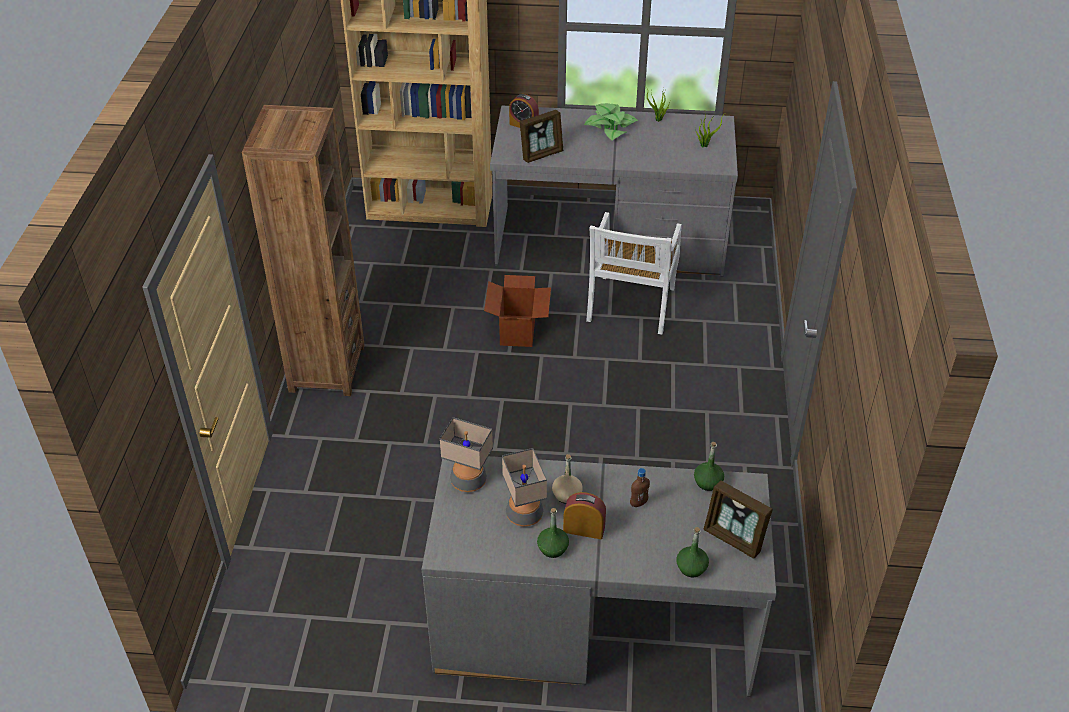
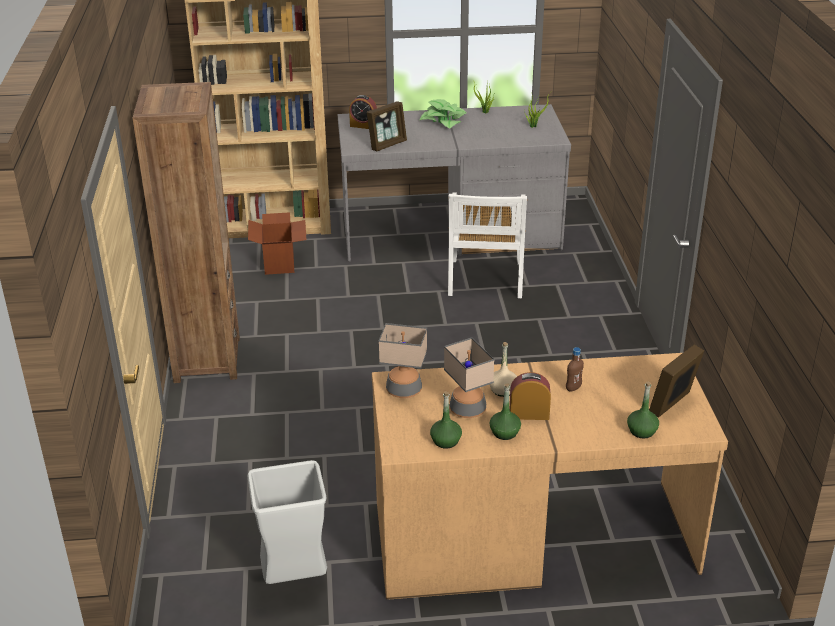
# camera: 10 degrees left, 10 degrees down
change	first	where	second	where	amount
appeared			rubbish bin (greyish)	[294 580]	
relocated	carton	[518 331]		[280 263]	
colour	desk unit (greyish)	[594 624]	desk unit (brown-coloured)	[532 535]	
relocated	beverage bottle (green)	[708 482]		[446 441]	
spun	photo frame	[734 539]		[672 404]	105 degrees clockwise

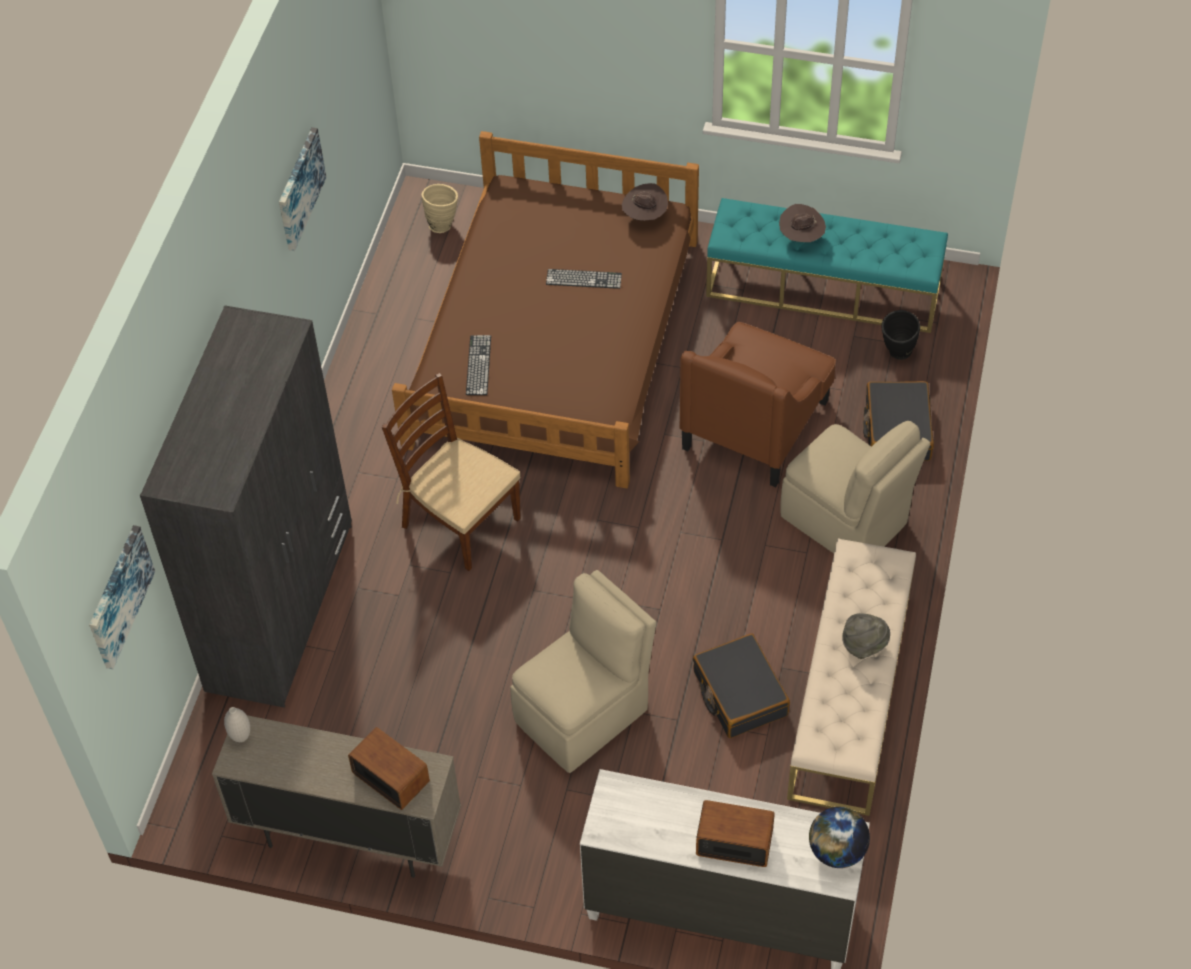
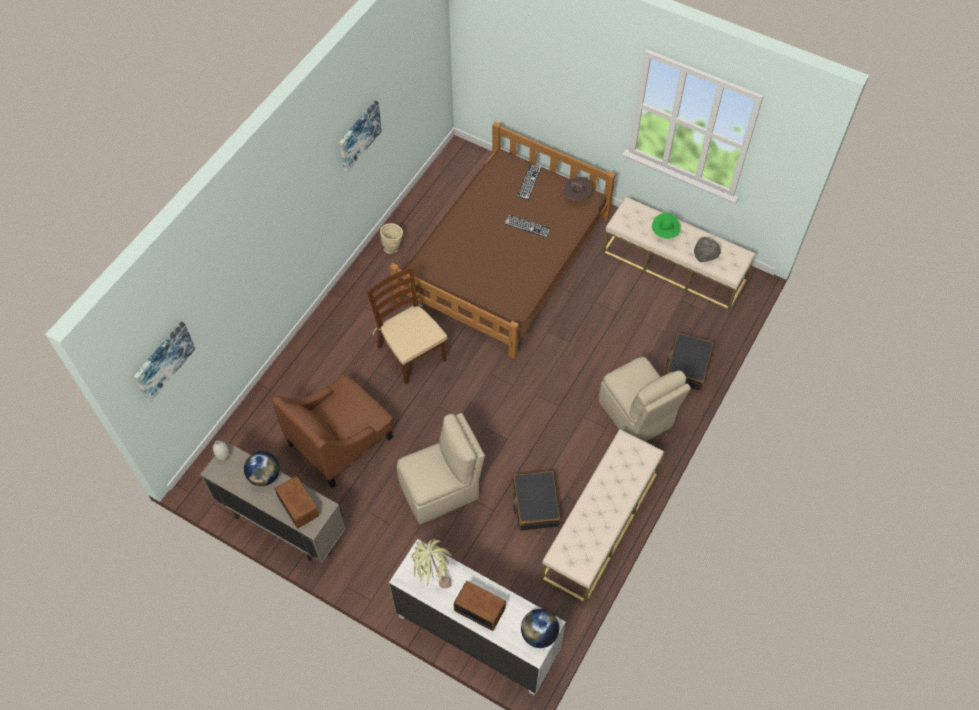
# camera: 15 degrees right, 5 degrees up
change	first	where	second	where	amount
appeared			desk globe	[264 476]	
relocated	armchair (brown-coloured)	[755 424]		[341 440]	
relocated	vase (beige)	[442 223]		[393 247]	
appeared			potted plant	[432 576]	
relocated	computer keyboard	[478 365]		[529 182]	
colour	long seat (blue-green)	[824 288]	long seat (beige)	[674 266]	
colour	clothing hat (brown-coloured)	[801 238]	clothing hat (green)	[664 234]	
relocated	clothing hat (greyish)	[864 645]		[705 256]	
missing	wardrobe (greyish)	[281 606]			
missing	vase (blackish)	[897 354]			

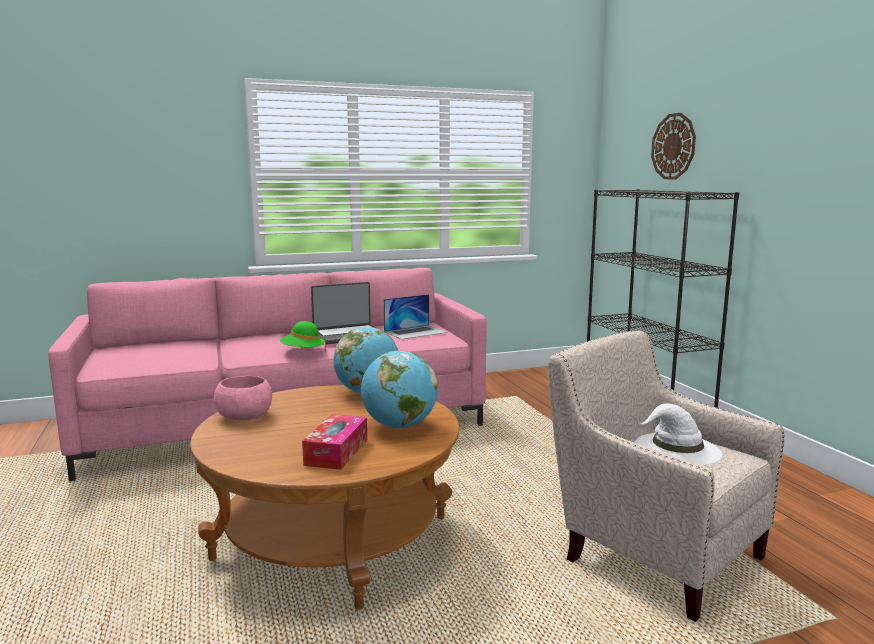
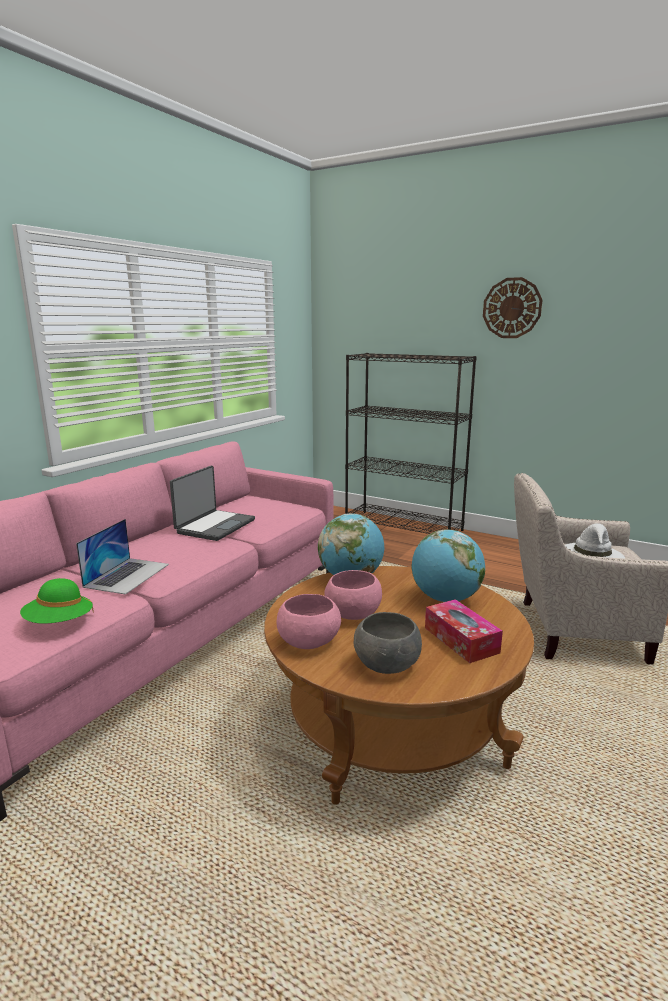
# camera: 40 degrees left, 5 degrees up
change	first	where	second	where	amount
relocated	clothing hat (green)	[303 352]		[59 623]	
relocated	laptop	[415 332]		[127 575]	
appeared			serving bowl (pinkish)	[352 612]	
appeared			serving bowl (greyish)	[387 663]	
relocated	hanging clock	[673 146]		[512 308]	

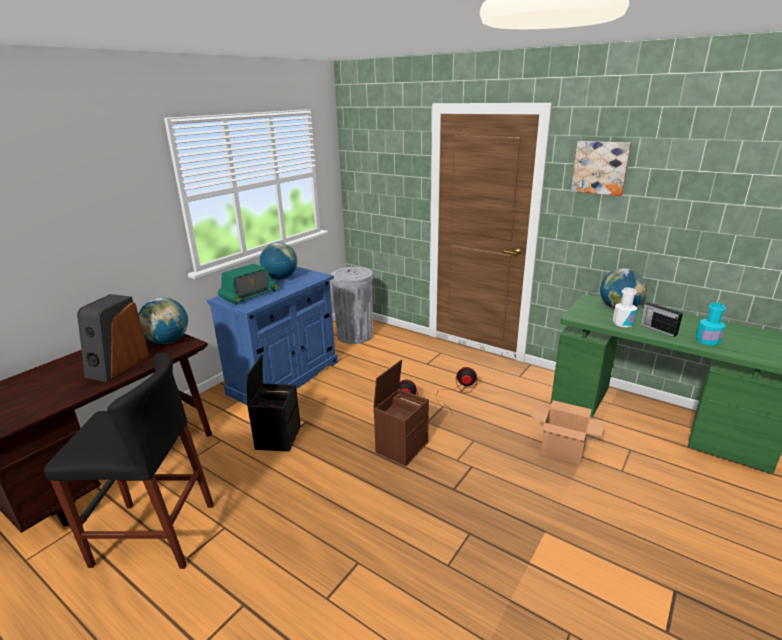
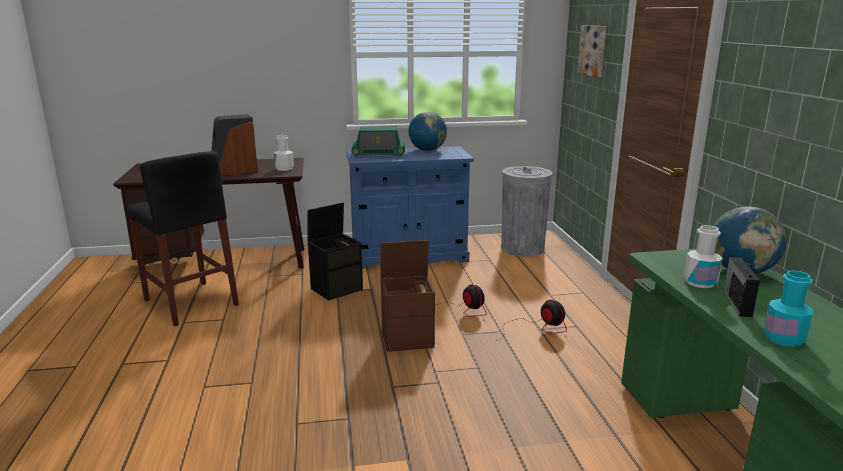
# camera: 45 degrees right, 5 degrees down
change	first	where	second	where	amount
exchanged	desk globe	[168 341]	beverage bottle (white)	[284 168]	
relocated	wall picture	[600 167]		[593 50]	
missing	carton	[563 451]			

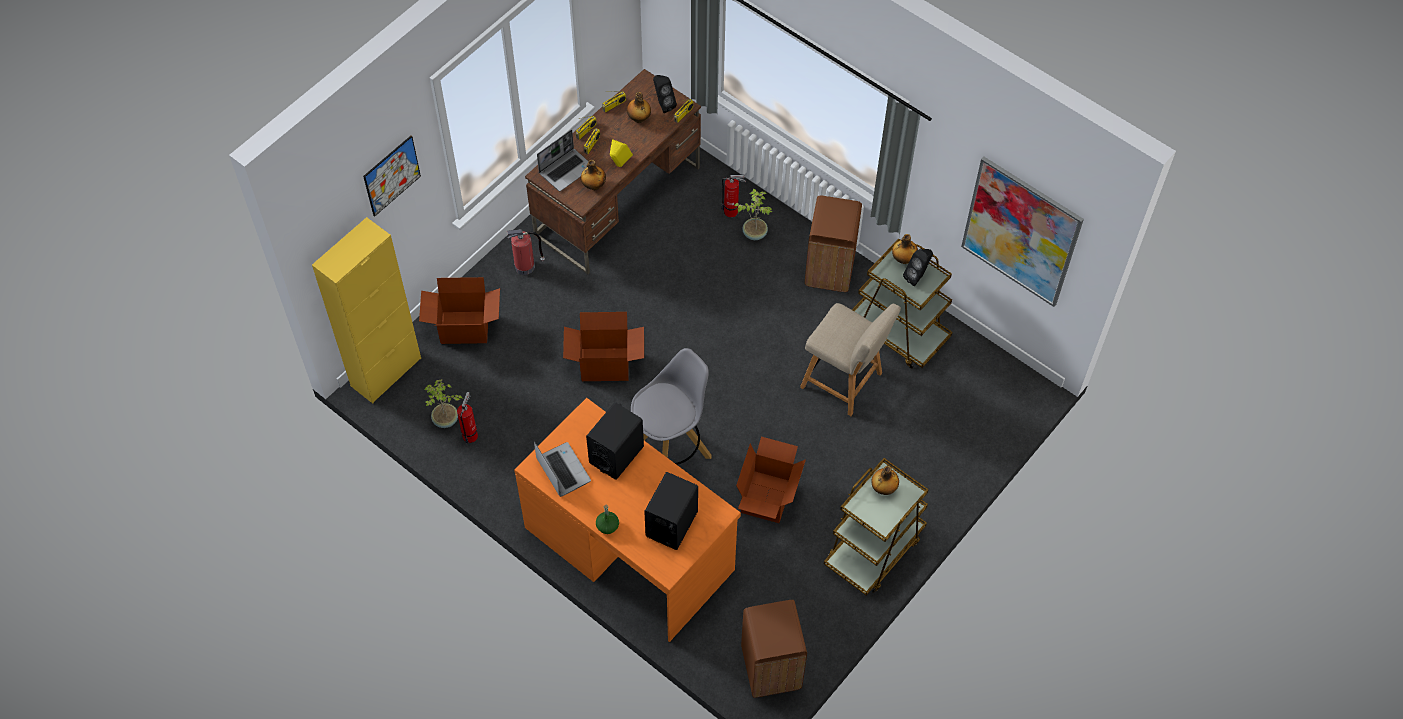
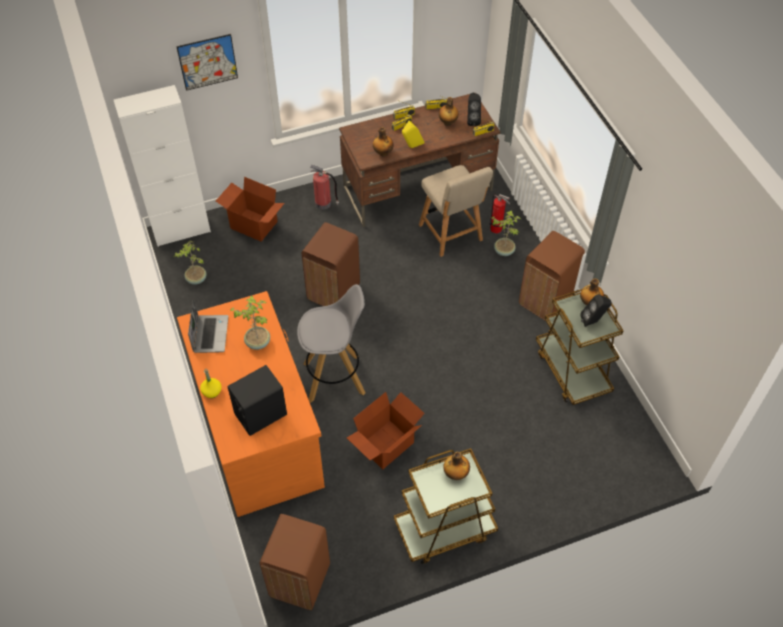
# camera: 30 degrees right, 5 degrees down
change	first	where	second	where	amount
colour	storage cabinet (yellow-coloured)	[386 372]	storage cabinet (white)	[181 230]	
colour	beverage bottle (green)	[607 526]	beverage bottle (yellow-coloured)	[212 391]	
exchanged	audio speaker (blackish)	[616 454]	potted plant	[258 342]	
exchanged	carton	[605 363]	rubbish bin (brown-coloured)	[333 292]	
relocated	upright chair (beige)	[844 382]		[452 235]	
missing	fire extinguisher	[471 434]			
missing	laptop	[566 170]			
missing	wall picture	[1020 232]			

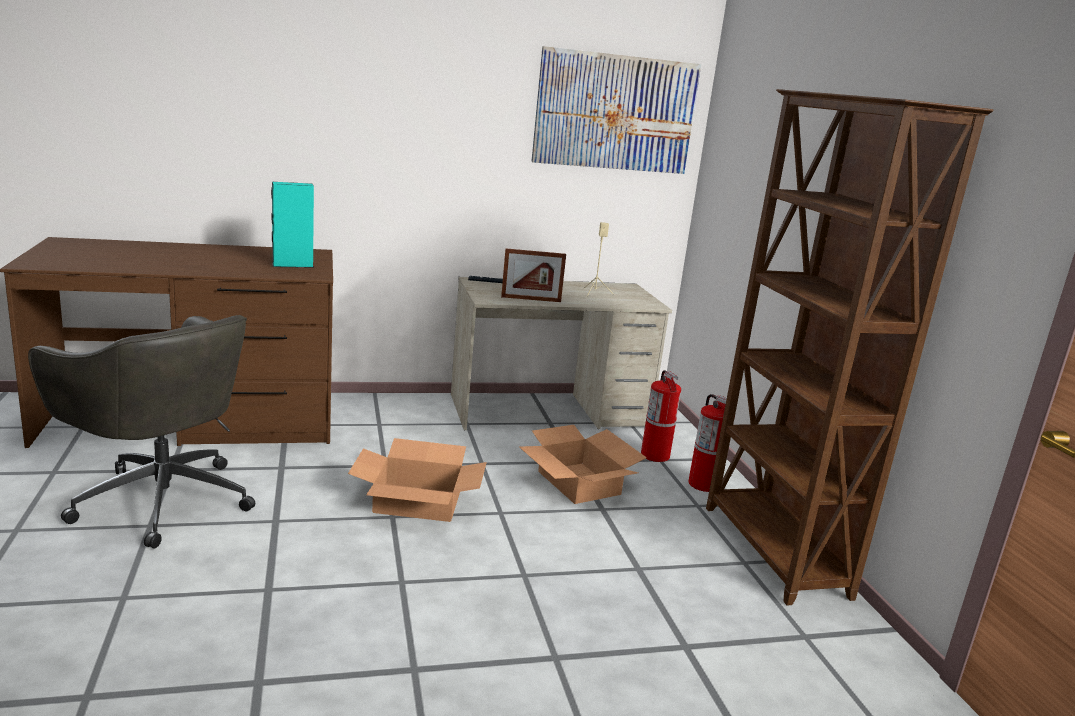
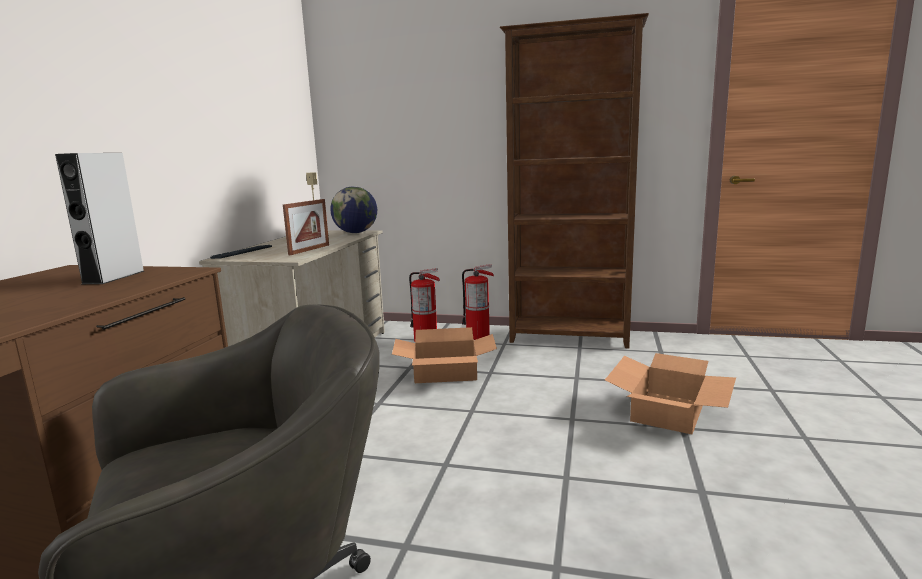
# camera: 60 degrees left, 5 degrees down
change	first	where	second	where	amount
colour	audio speaker (blue-green)	[292 265]	audio speaker (greyish)	[114 277]	
appeared			desk globe	[356 233]	
relocated	carton	[417 502]		[668 412]	
missing	wall picture	[615 112]			

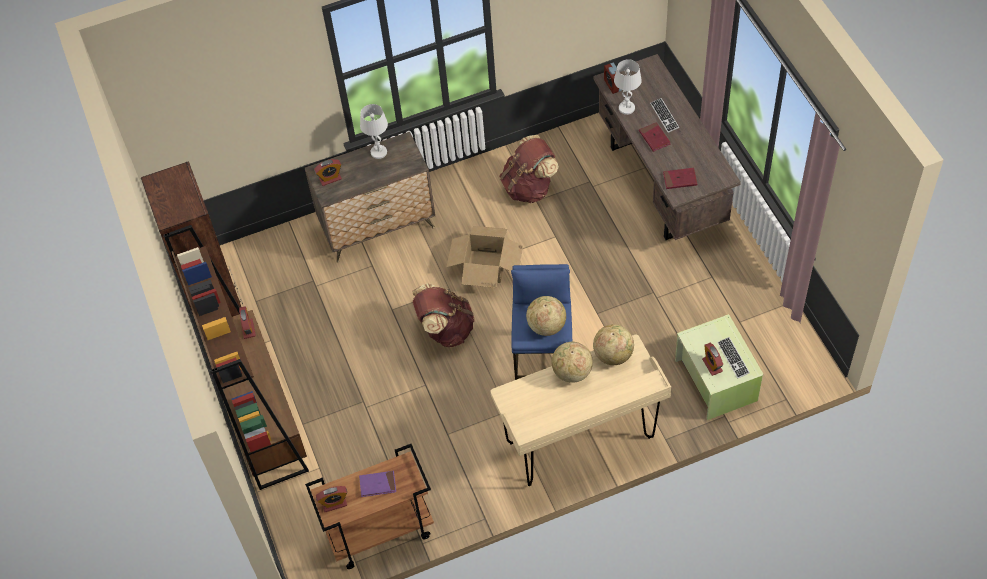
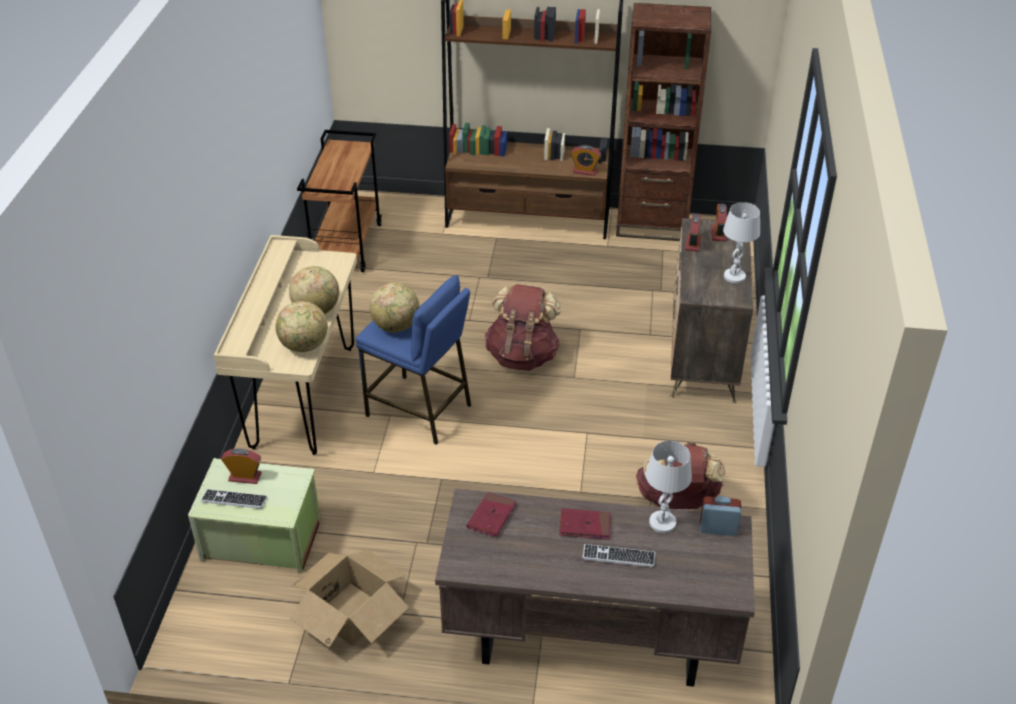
# camera: 115 degrees right, 15 degrees down
change	first	where	second	where	amount
relocated	carton	[486 266]		[351 614]	
relocated	bedside clock	[334 503]		[693 243]	
missing	bound book (purplish)	[378 484]			

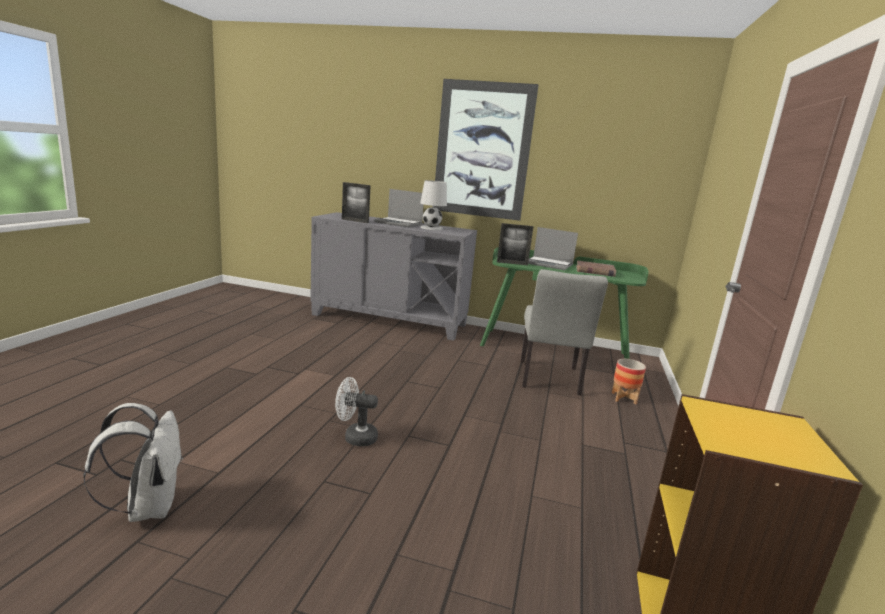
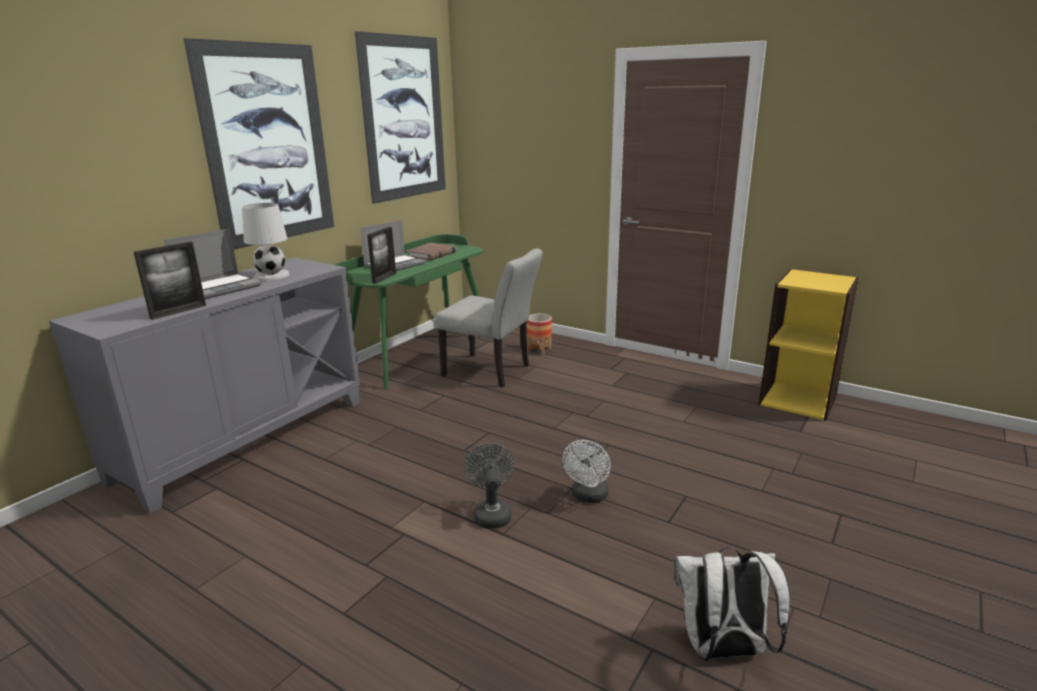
# camera: 70 degrees left, 5 degrees up
change	first	where	second	where	amount
appeared			wall picture	[404 119]	
appeared			electric fan (greyish)	[491 513]	

